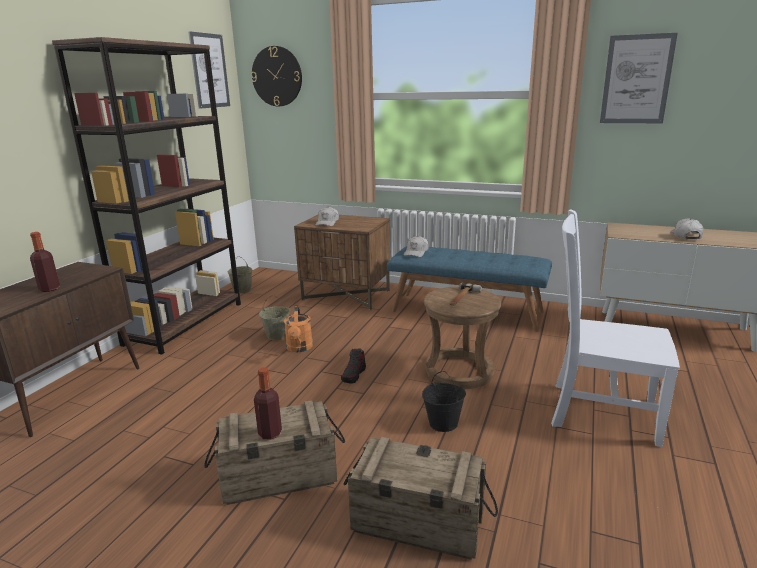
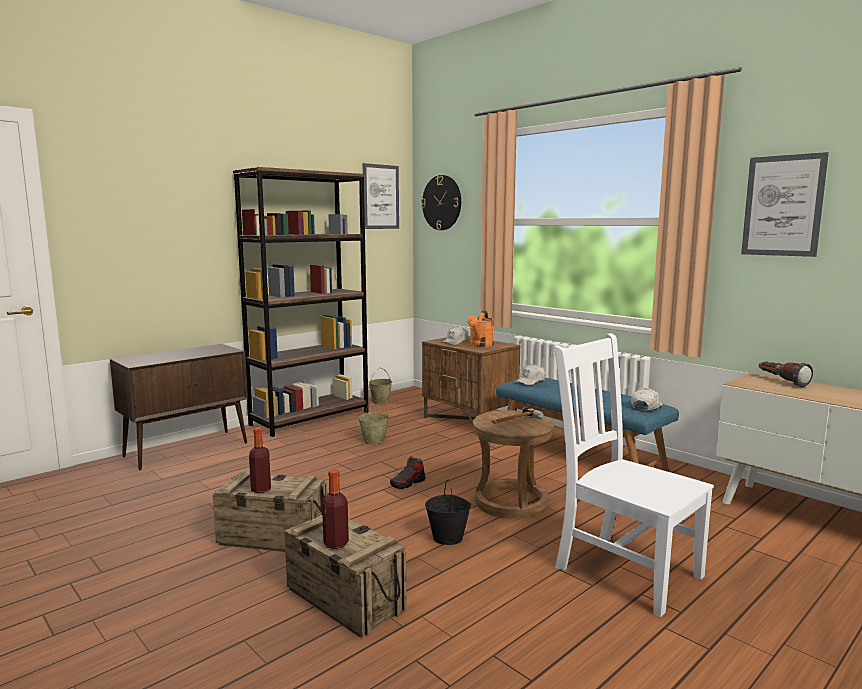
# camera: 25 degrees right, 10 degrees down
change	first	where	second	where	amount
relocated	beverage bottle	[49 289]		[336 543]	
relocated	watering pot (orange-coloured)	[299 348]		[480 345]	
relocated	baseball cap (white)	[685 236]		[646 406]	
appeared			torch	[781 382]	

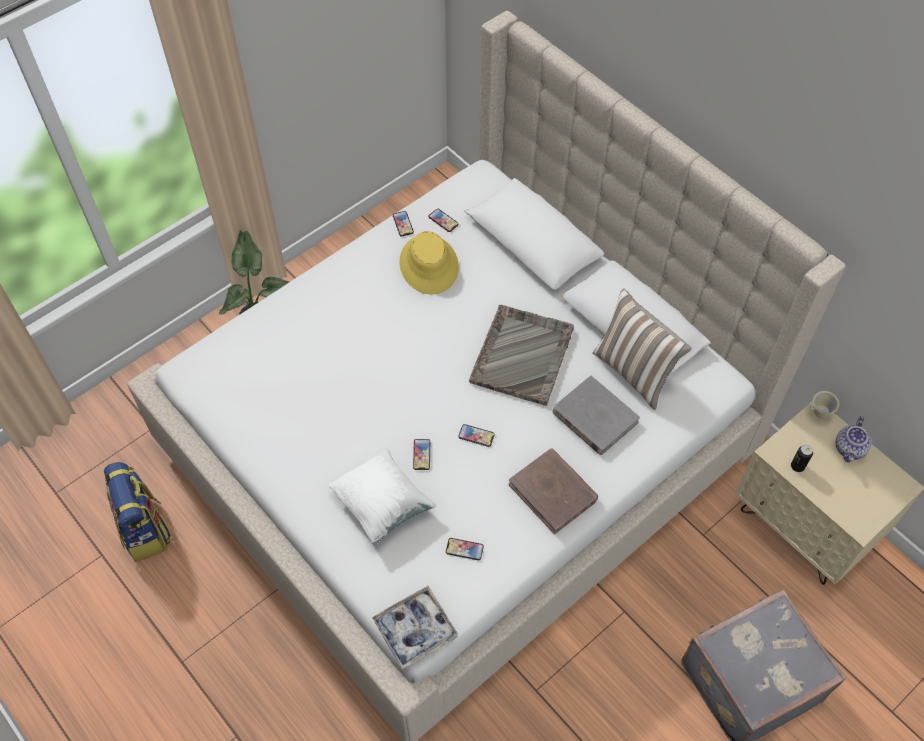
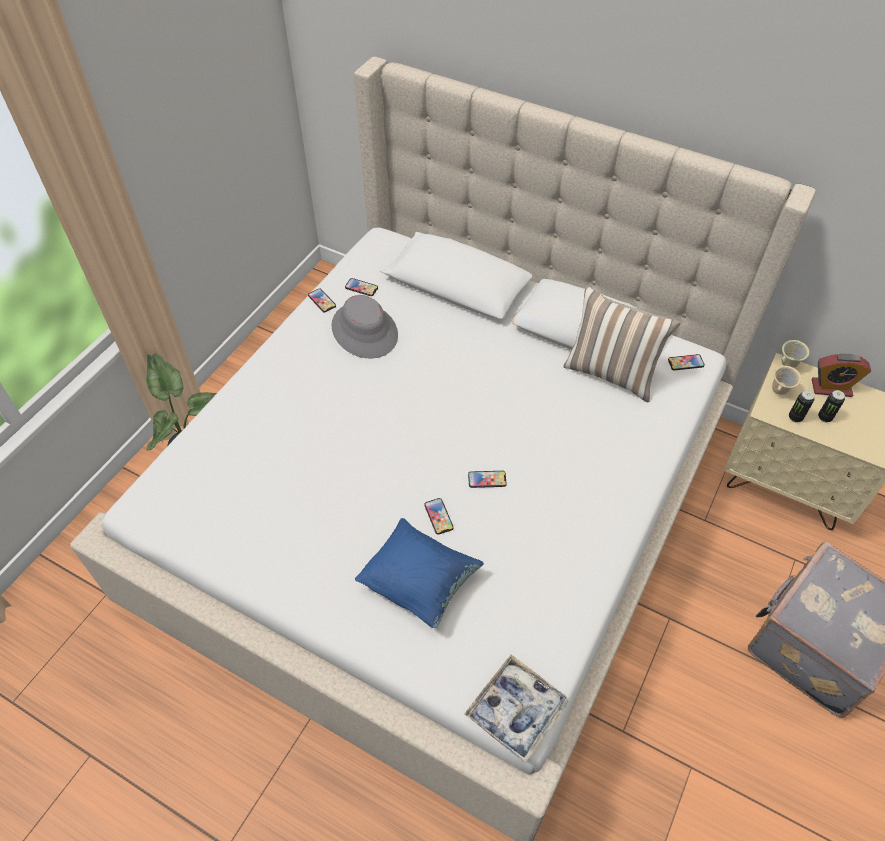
# camera: 20 degrees left, 5 degrees down
change	first	where	second	where	amount
colour	clothing hat (yellow-coloured)	[429 265]	clothing hat (greyish)	[365 331]	
colour	throw pillow (white)	[382 505]	throw pillow (bluish)	[419 583]	
relocated	telephone	[464 549]		[685 363]	
appeared			tea mug (beige)	[779 392]	
exchanged	tea pot	[850 449]	bedside clock	[831 388]	
appeared			metal can	[824 417]	
missing	backpack	[145 530]			
missing	serving tray (greyish)	[522 355]			
missing	bound book (brown-coloured)	[553 492]			
missing	bound book (greyish)	[594 418]			

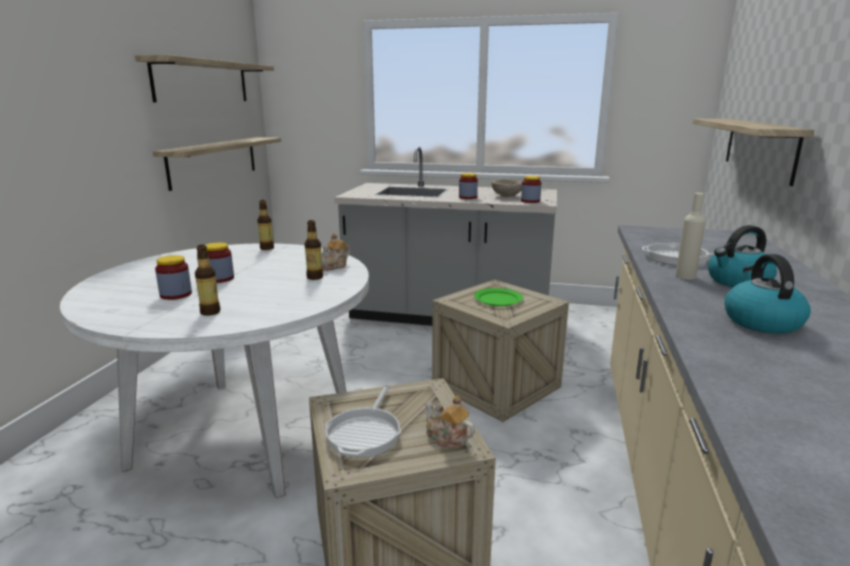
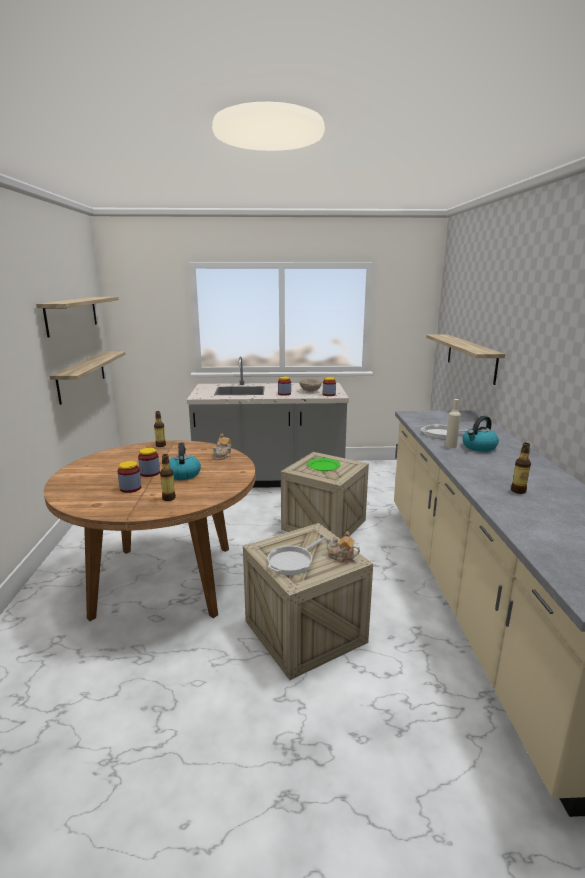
# camera: 15 degrees left, 0 degrees up
change	first	where	second	where	amount
colour	dining table (white)	[245 431]	dining table (brown-coloured)	[165 580]	
relocated	tea kettle	[761 321]		[183 474]	
spun	pan	[365 433]		[292 561]	45 degrees clockwise
relocated	beverage bottle	[315 277]		[518 491]	

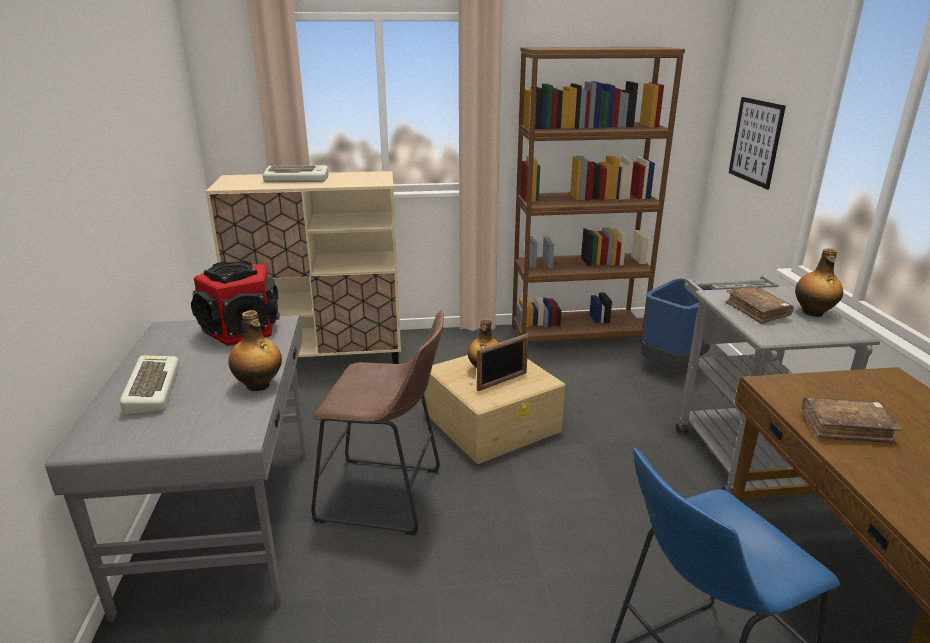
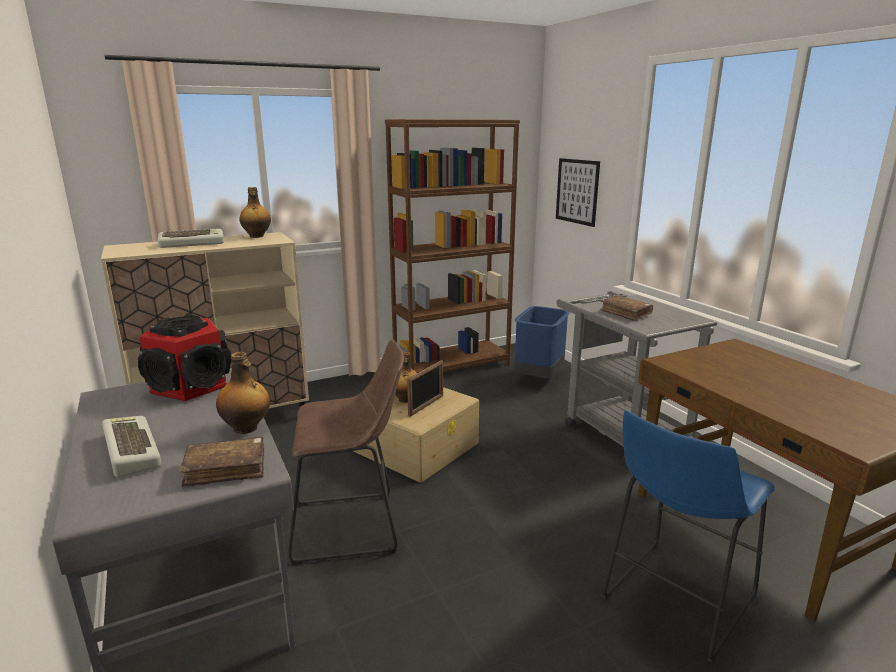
# camera: 20 degrees left, 5 degrees down
change	first	where	second	where	amount
relocated	bound book (brown-coloured)	[845 428]		[226 469]	
relocated	beverage bottle	[813 313]		[256 236]	

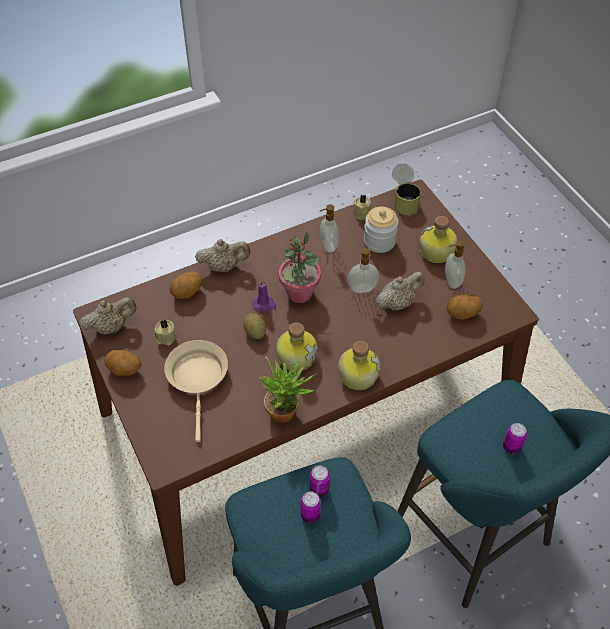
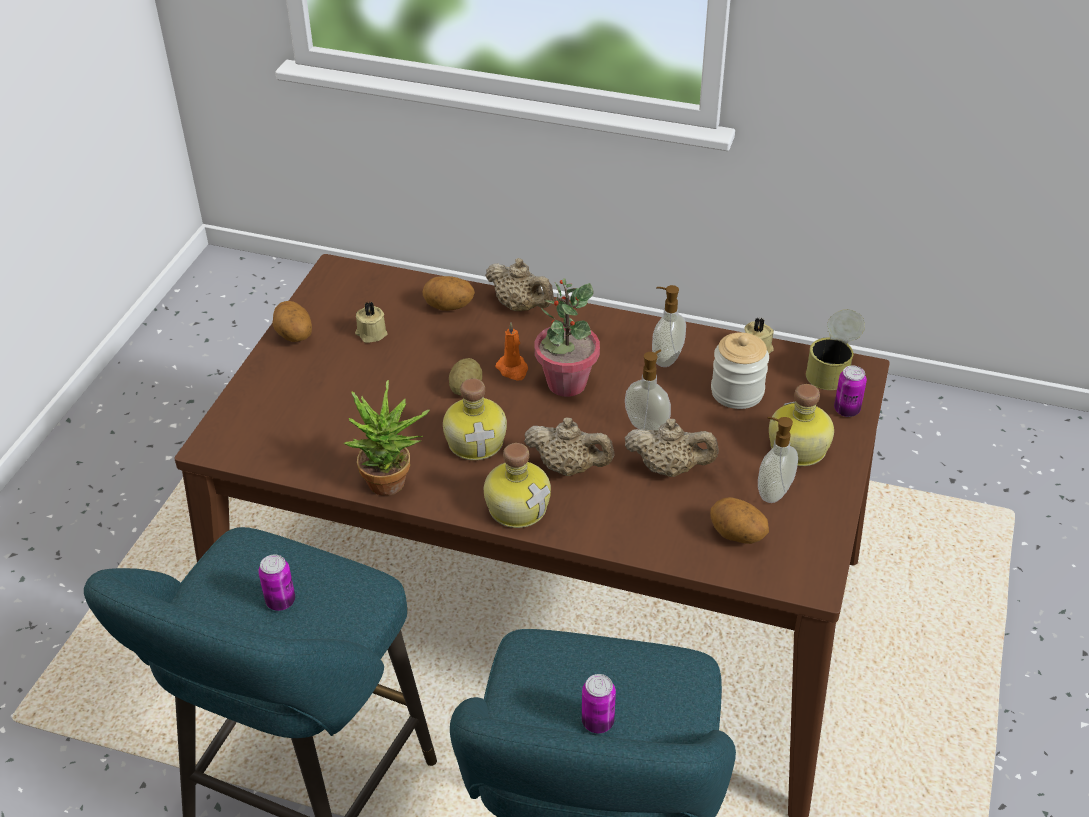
# camera: 45 degrees right, 10 degrees down
change	first	where	second	where	amount
colour	wax light (purplish)	[264 304]	wax light (orange-coloured)	[513 369]	
relocated	tea pot (beige)	[111 327]		[569 468]	
relocated	metal can	[319 489]		[846 410]	
missing	pan (beige)	[198 378]			

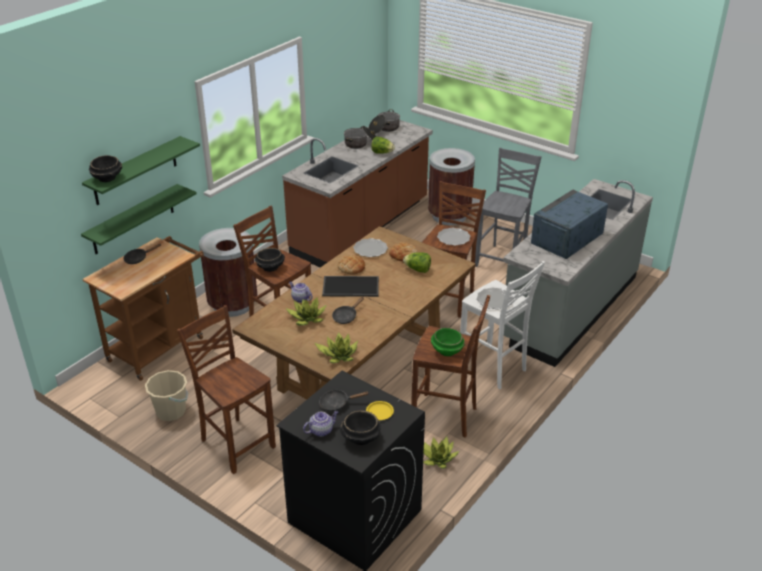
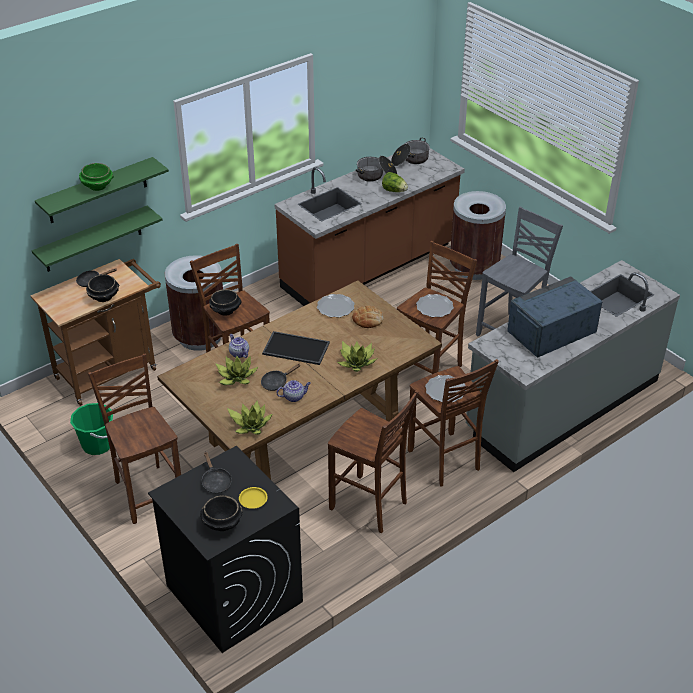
# camera: 15 degrees right, 5 degrees up
change	first	where	second	where	amount
colour	bucket (beige)	[171 411]	bucket (green)	[97 445]	
relocated	serving bowl (green)	[446 350]		[97 186]	
relocated	serving bowl (blackish)	[107 178]		[104 297]	
spun	pan (blackish)	[337 403]		[215 481]	120 degrees counterclockwise
relocated	tea pot	[321 430]		[294 397]	
relocated	potted plant	[438 458]		[357 362]	
colour	stool (white)	[494 368]	stool (brown-coloured)	[445 461]	
missing	baked bread	[351 267]			
missing	lettuce	[417 269]			

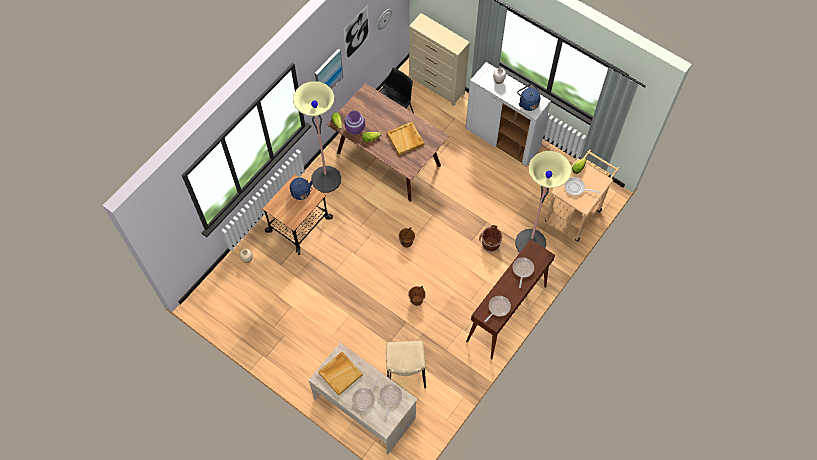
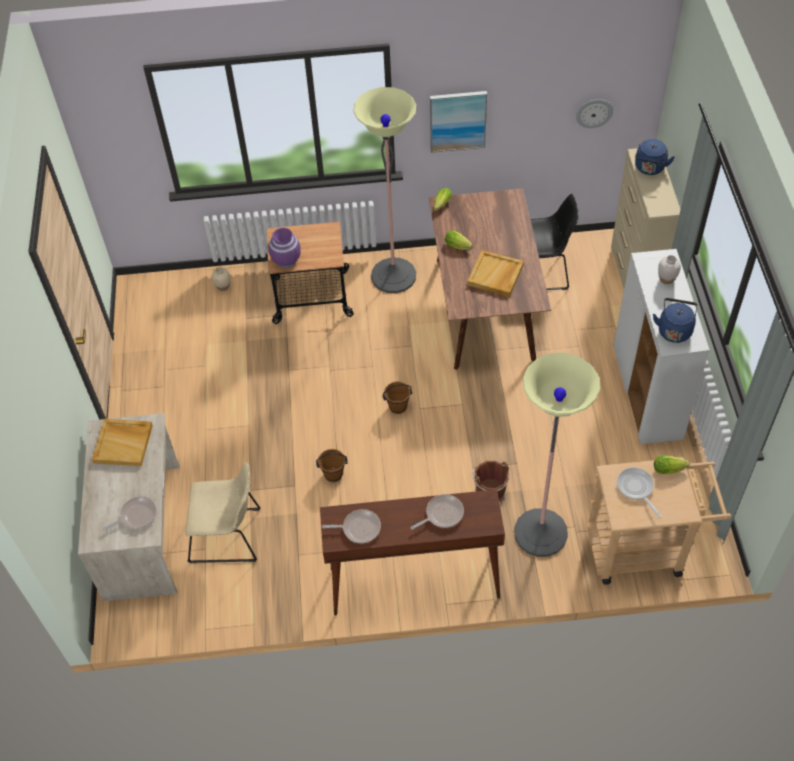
# camera: 50 degrees right, 10 degrees down
change	first	where	second	where	amount
spun	upright chair (beige)	[405 371]		[229 535]	135 degrees counterclockwise
relocated	vase (purplish)	[355 129]		[286 260]	
relocated	tea kettle (bluish)	[301 193]		[649 168]	
missing	wall picture	[356 33]			
missing	pan	[364 398]			

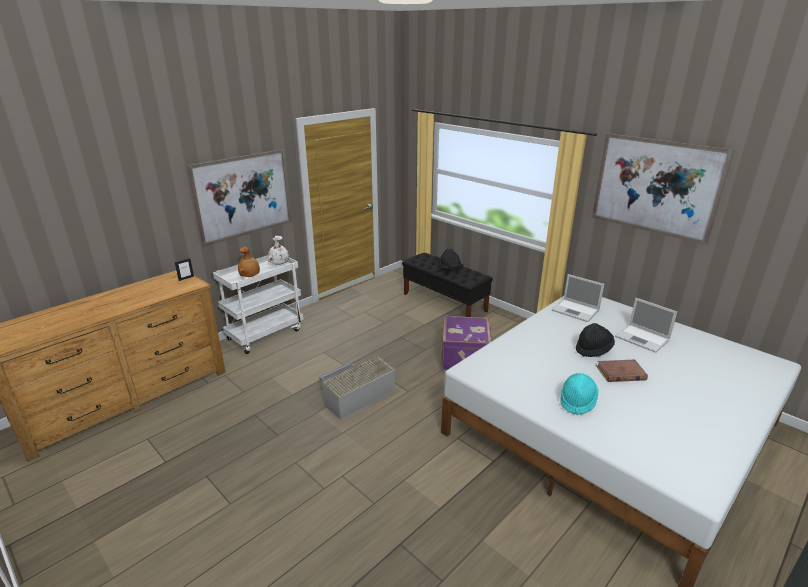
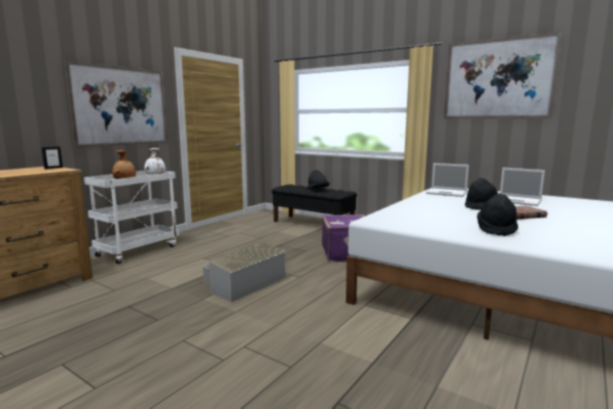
# camera: 10 degrees left, 15 degrees down
change	first	where	second	where	amount
colour	clothing hat (blue-green)	[577 401]	clothing hat (blackish)	[496 230]	

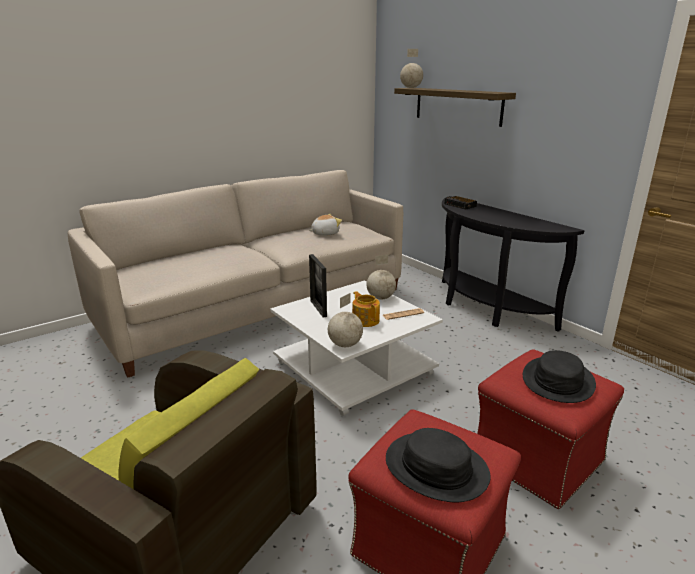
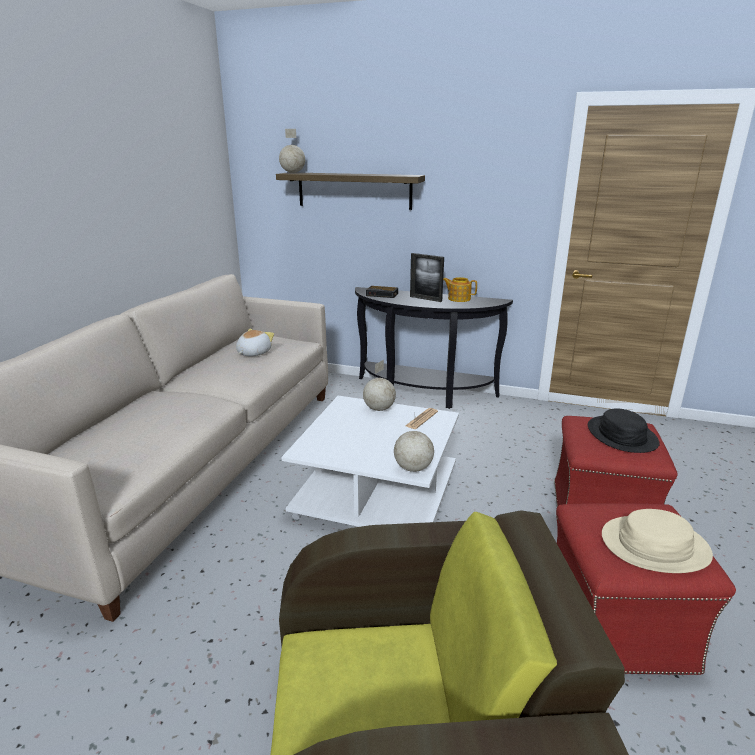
# camera: 35 degrees left, 0 degrees up
change	first	where	second	where	amount
relocated	photo frame	[318 308]		[425 299]	
relocated	tea pot	[365 320]		[458 299]	
colour	clothing hat (blackish)	[436 468]	clothing hat (beige)	[654 546]	

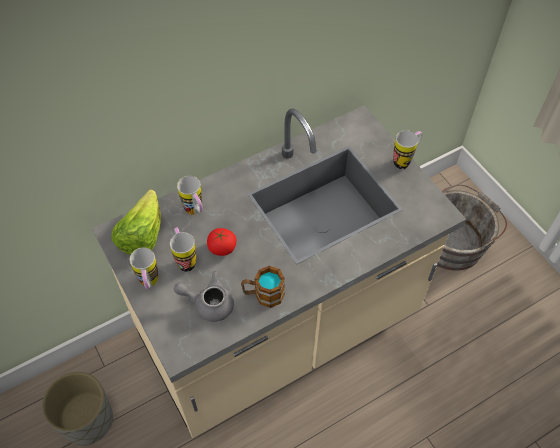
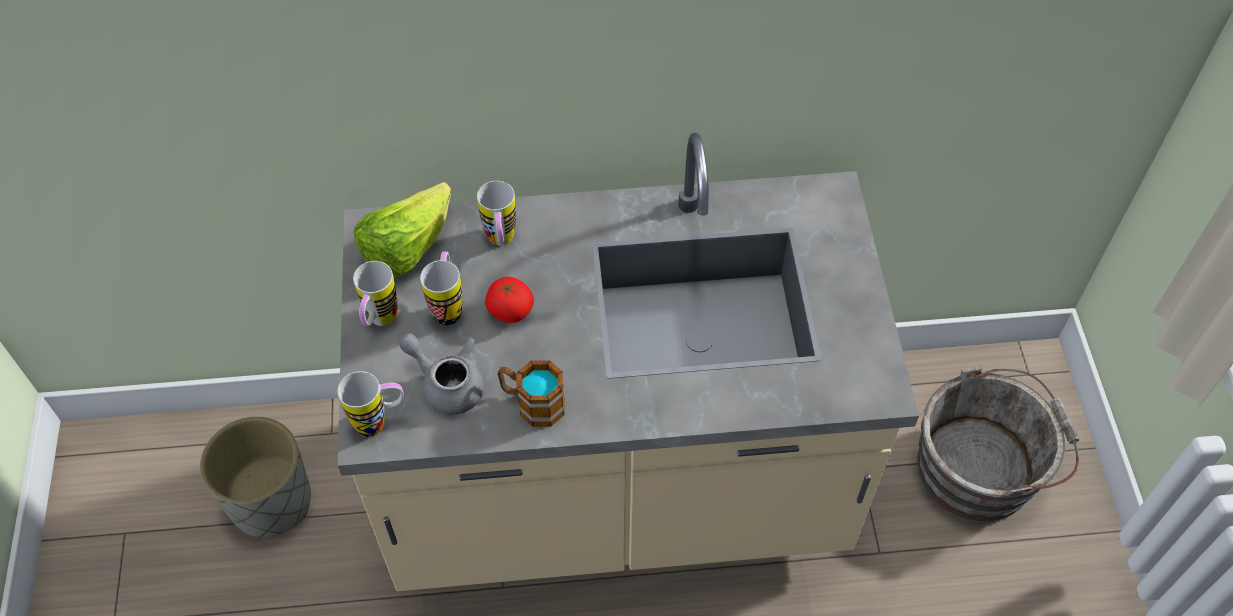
# camera: 25 degrees right, 0 degrees up
change	first	where	second	where	amount
relocated	tea mug	[405 160]		[380 422]	

